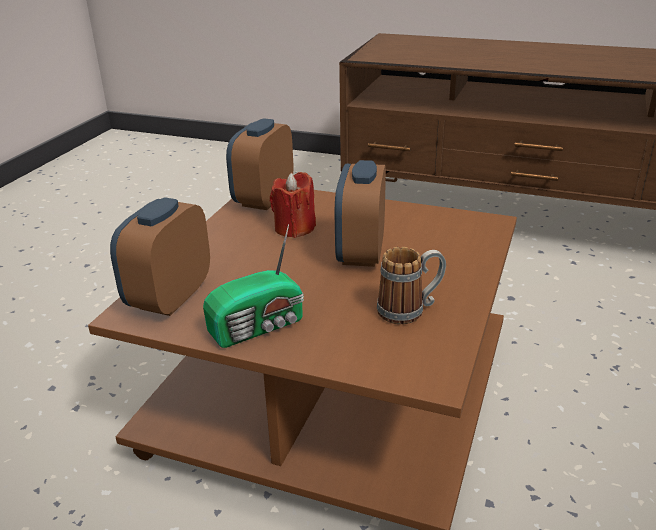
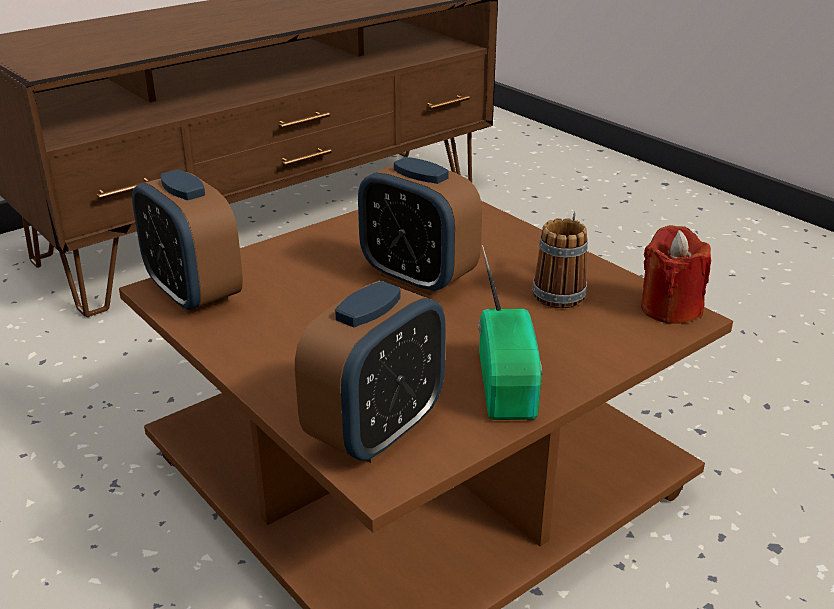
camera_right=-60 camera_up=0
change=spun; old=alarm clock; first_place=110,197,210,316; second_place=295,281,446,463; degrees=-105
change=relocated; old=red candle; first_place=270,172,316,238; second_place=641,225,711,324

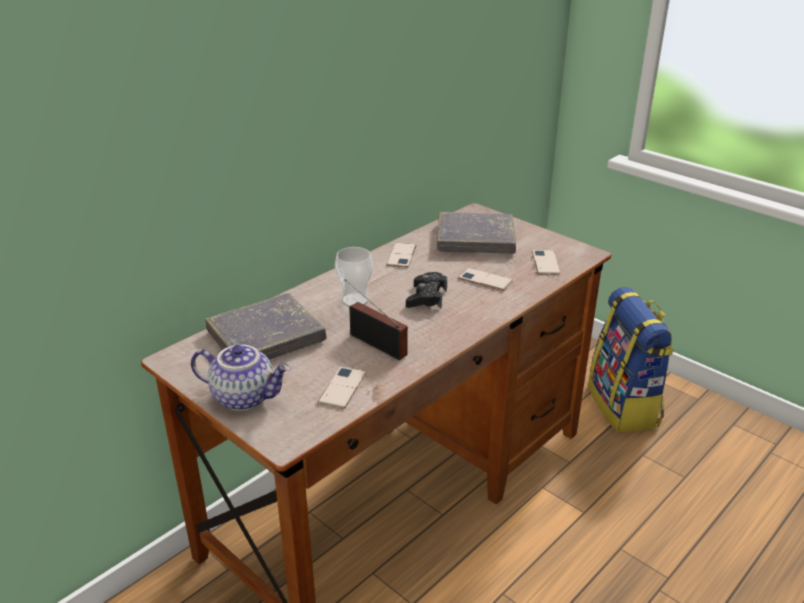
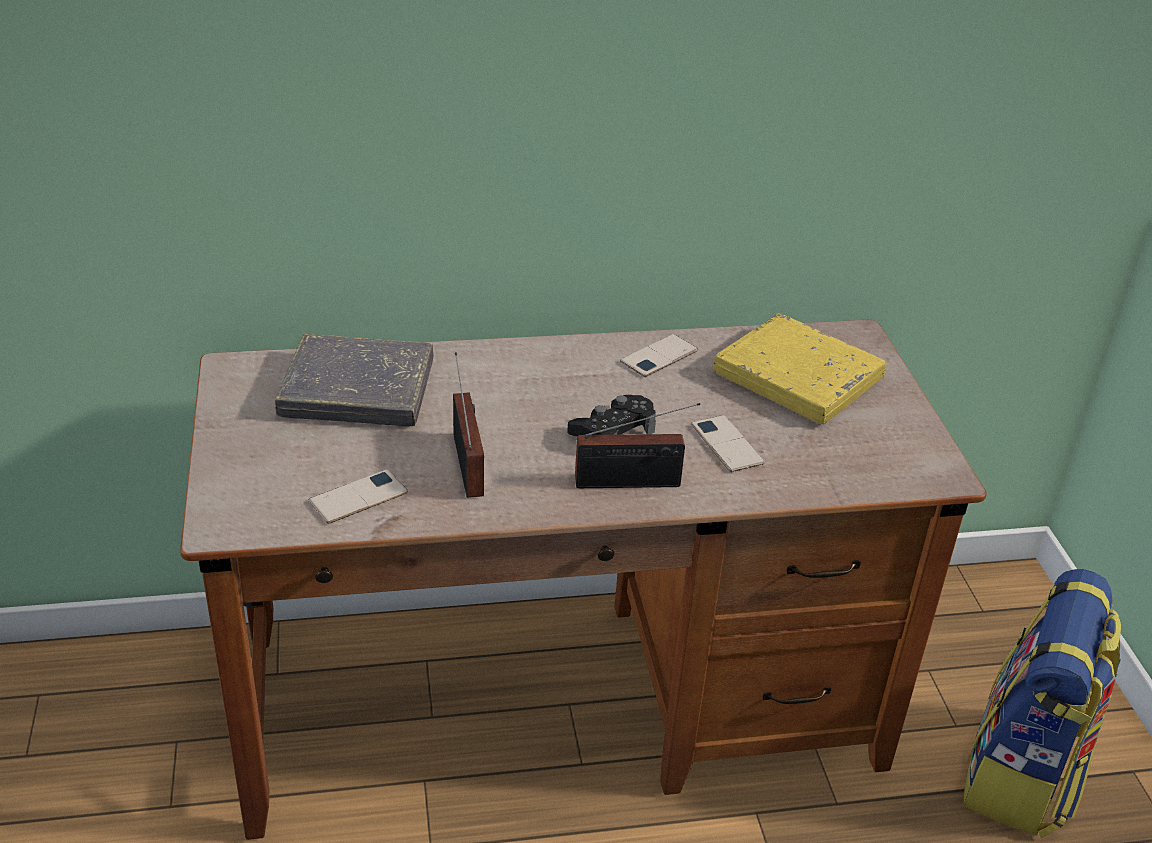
camera_right=35 camera_up=5
change=appeared; new=radio; second_place=575,403,700,488
change=colour; old=grey book; new=yellow book; first_place=437,212,516,254; second_place=713,313,887,424
change=missing; old=teapot; first_place=191,345,291,411
change=missing; old=cup; first_place=335,247,373,307
change=missing; old=phone; first_place=532,250,560,274

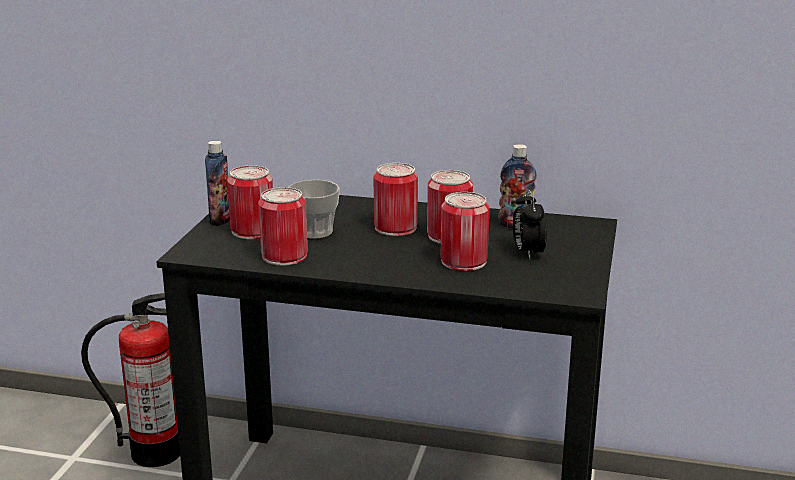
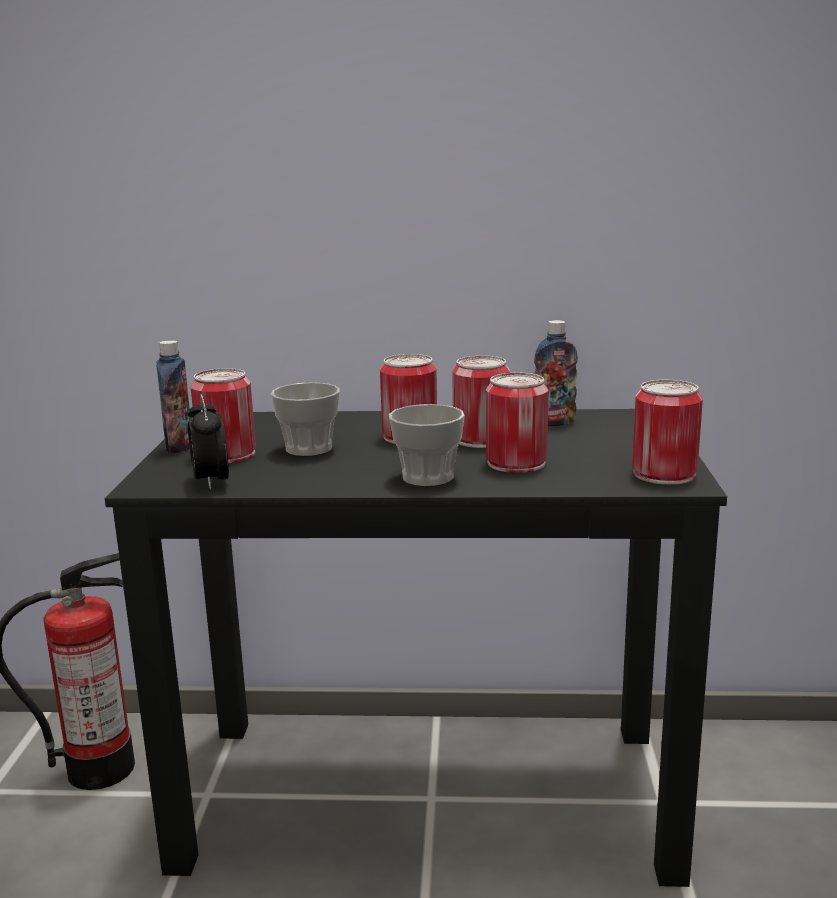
camera_right=-10 camera_up=-5
change=relocated; old=alarm clock; first_place=513,189,547,260; second_place=188,394,229,490
change=appeared; new=cup; second_place=389,404,465,486
change=relocated; old=can; first_place=258,187,308,265; second_place=632,380,703,485

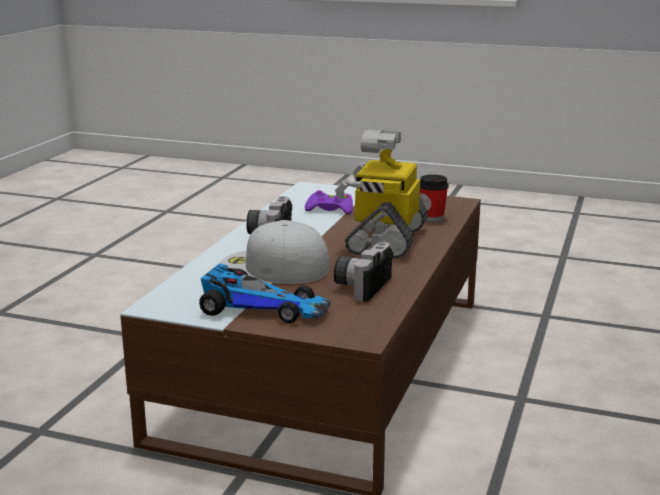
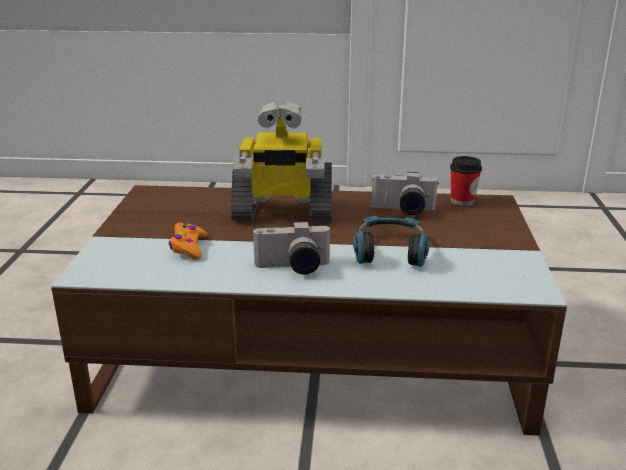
camera_right=-105 camera_up=5
change=colour; old=purple game controller; new=orange game controller; first_place=305,190,353,214; second_place=169,222,207,260
change=exchanged; old=white cap; new=headphones; first_place=220,220,329,284; second_place=353,216,430,267
change=relocated; old=cup; first_place=420,174,449,222; second_place=450,156,482,206
change=missing; old=toy car; first_place=199,263,331,323

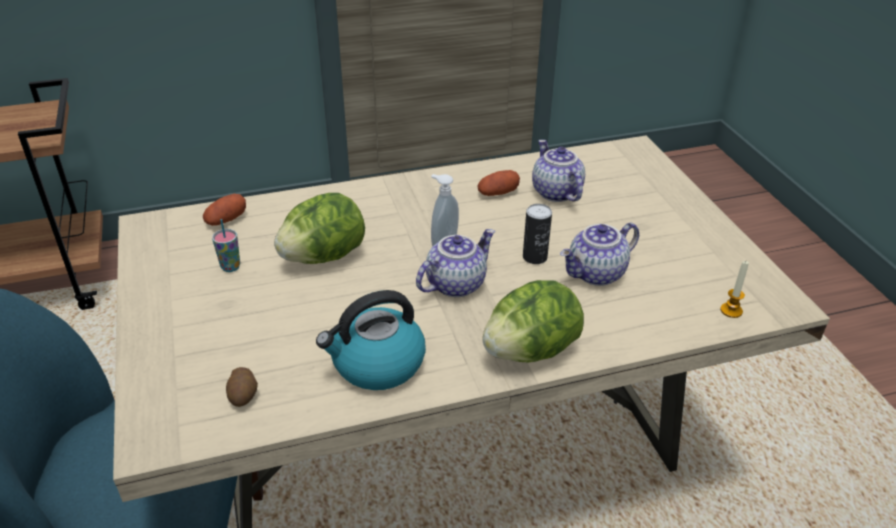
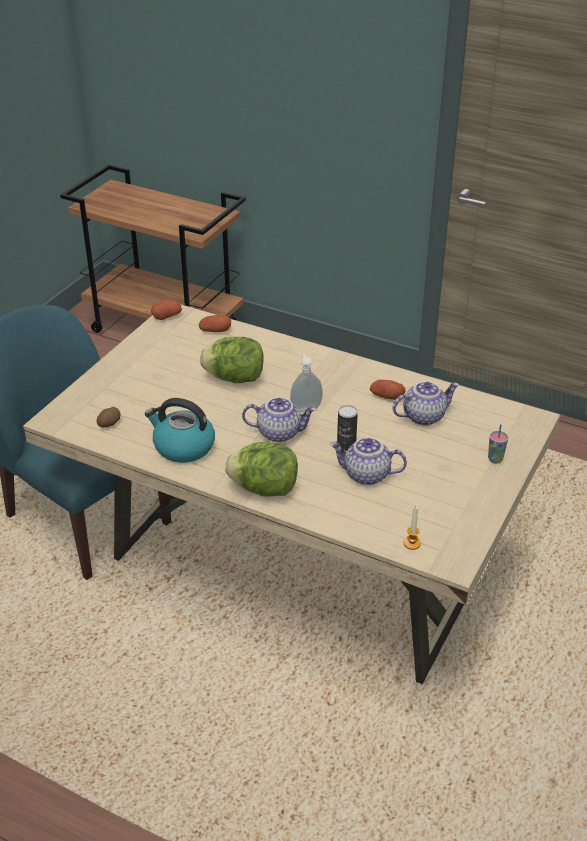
camera_right=45 camera_up=0
change=appeared; new=potato; second_place=151,300,182,320
change=spun; old=teapot; first_place=532,140,585,202; second_place=393,381,459,426; degrees=45
change=relocated; old=cup; first_place=212,219,240,272; second_place=488,424,508,464

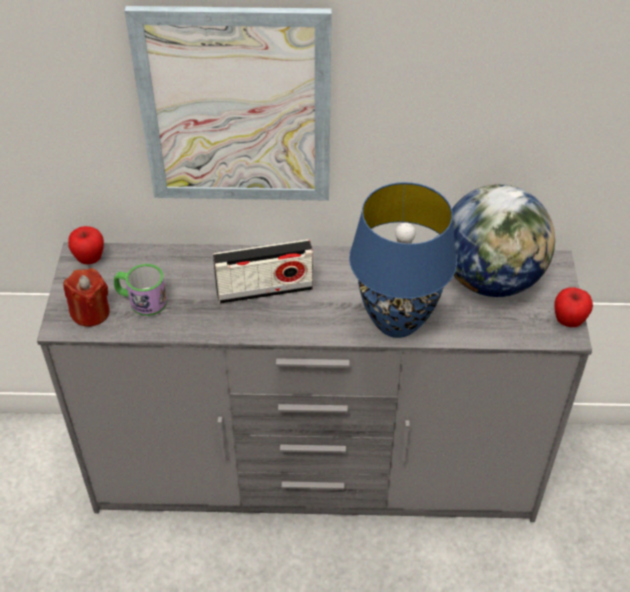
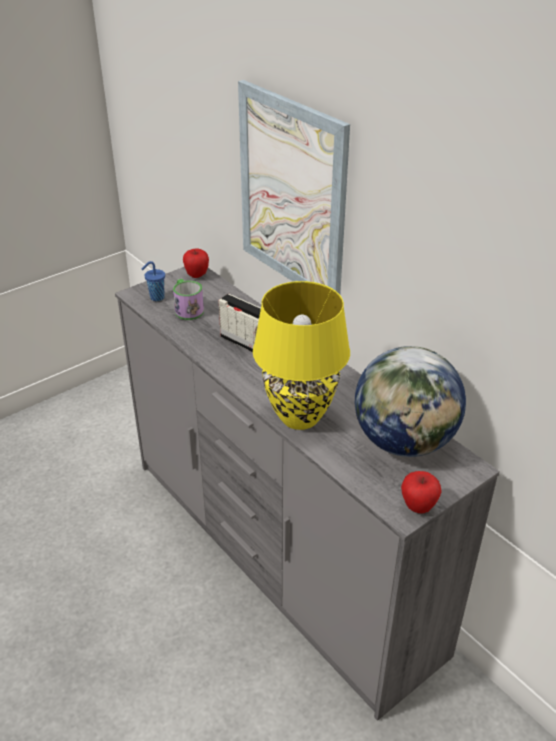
camera_right=50 camera_up=-10
change=exchanged; old=red candle; new=blue cup; first_place=63,268,110,327; second_place=142,261,165,301
change=colour; old=blue table lamp; new=yellow table lamp; first_place=349,182,457,338; second_place=253,281,350,430

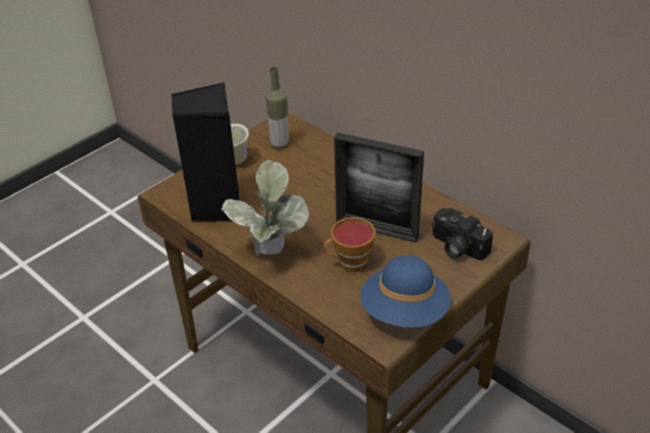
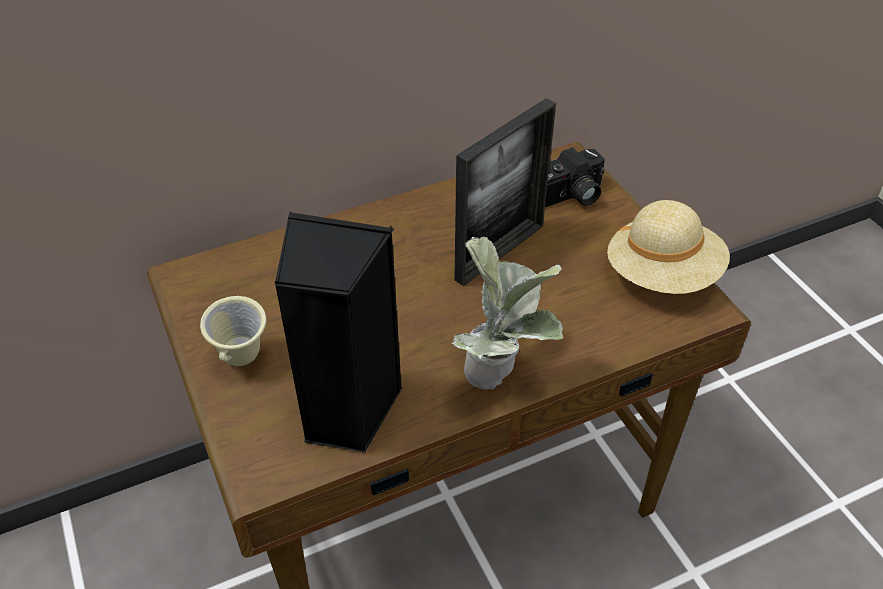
camera_right=-70 camera_up=5
change=colour; old=blue hat; new=beige hat; first_place=361,255,451,328; second_place=607,200,730,294
change=missing; old=bottle; first_place=266,67,289,149
change=missing; old=cup; first_place=324,217,376,272

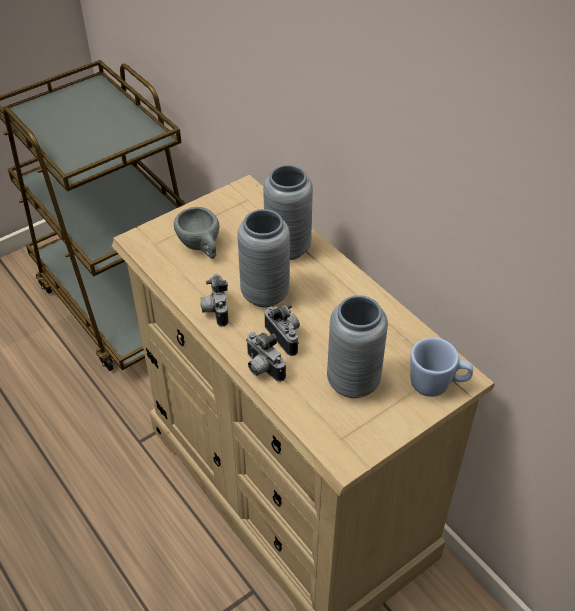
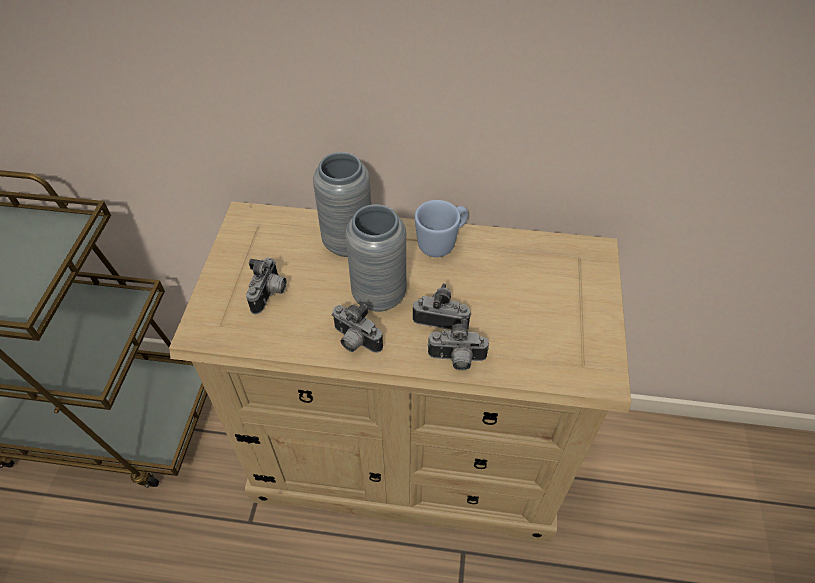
camera_right=-45 camera_up=5
change=exchanged; old=grey cup; new=photo camera; first_place=174,207,219,259; second_place=246,257,287,314
change=relocated; old=blue mug; first_place=410,338,473,397; second_place=415,200,468,257
change=missing; old=grey vase; first_place=327,295,388,398

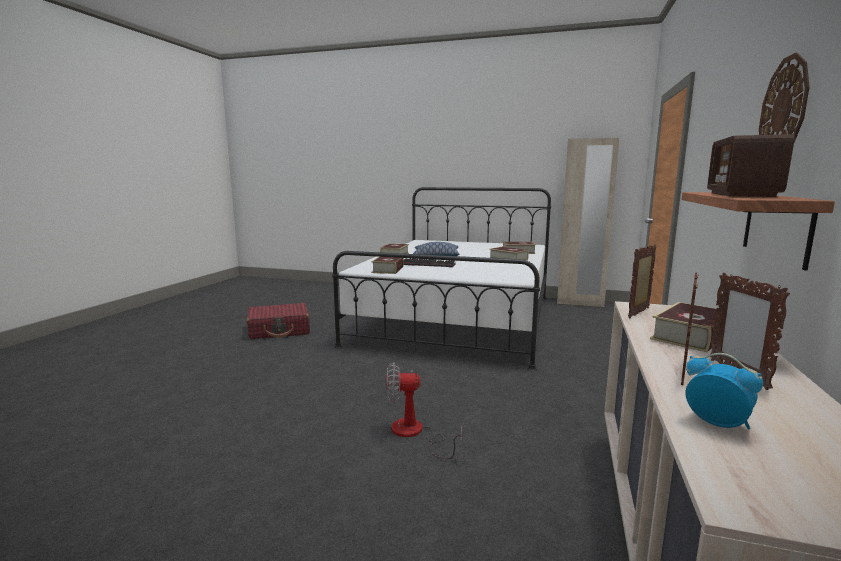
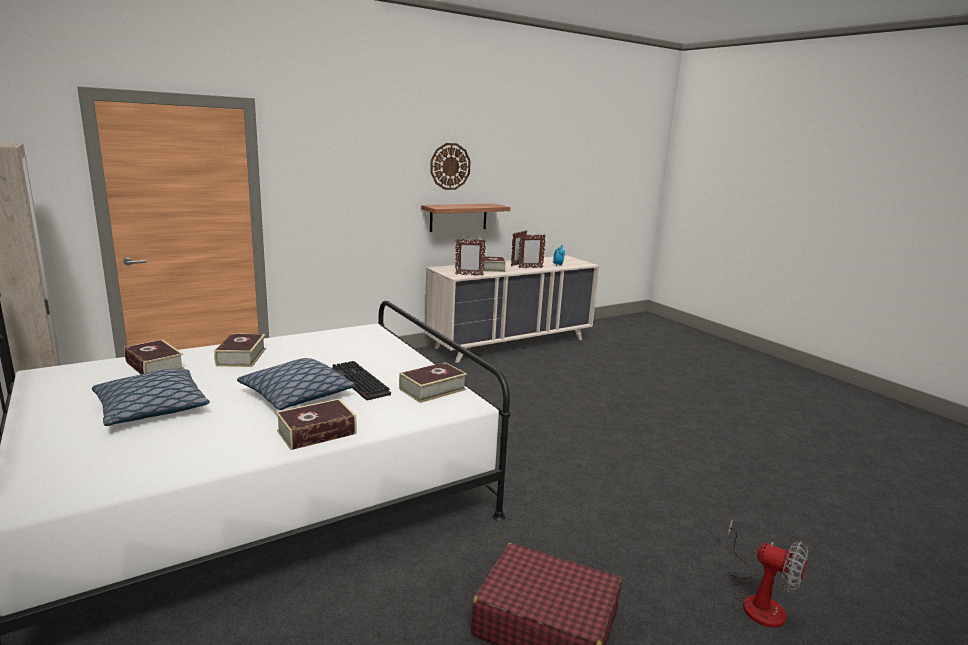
camera_right=-140 camera_up=5
change=appeared; new=pillow; second_place=92,369,210,426
change=relocated; old=fan; first_place=386,362,463,459; second_place=726,519,809,628
change=missing; old=radio; first_place=707,134,795,197

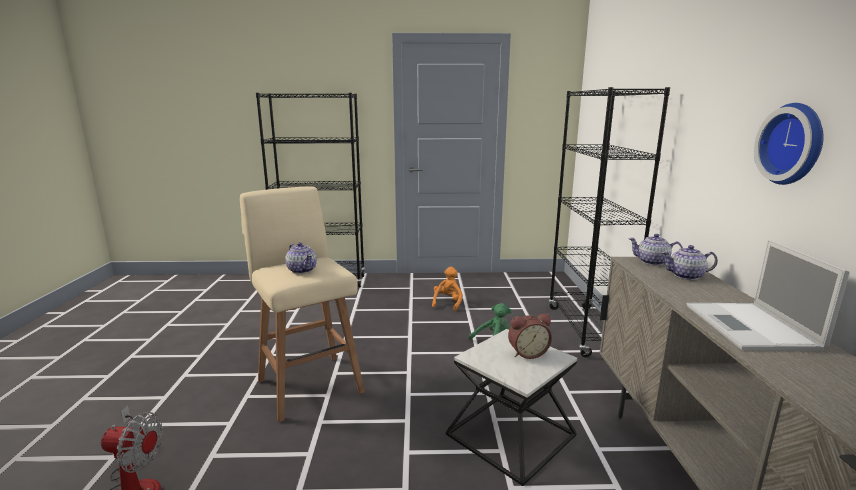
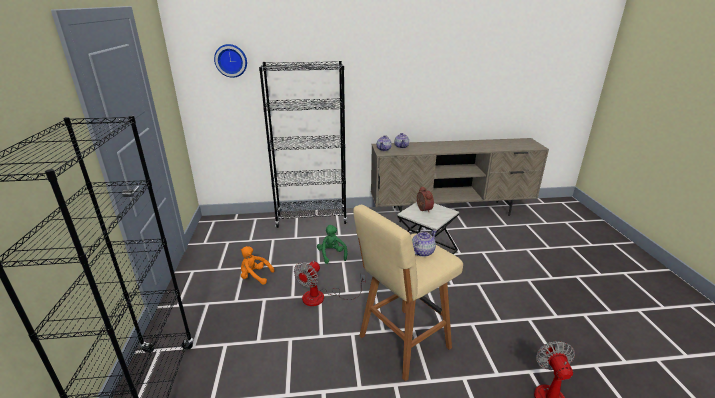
camera_right=-95 camera_up=10
change=relocated; old=wall clock; first_place=754,103,824,185; second_place=214,44,247,78
change=appeared; new=fan; second_place=294,261,366,306
change=missing; old=laptop; first_place=687,239,850,351

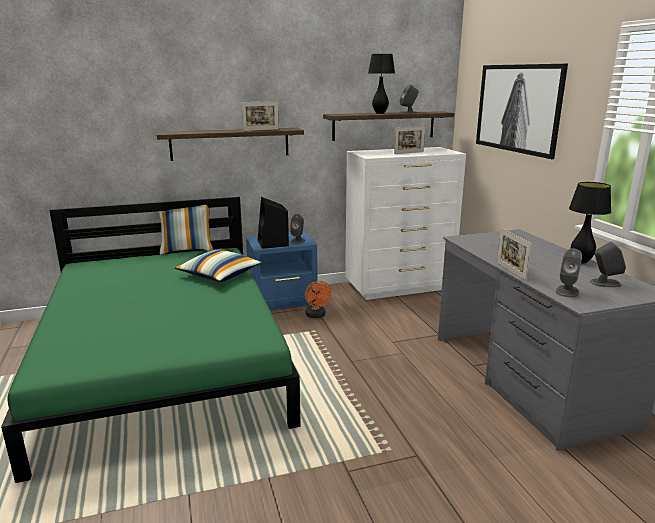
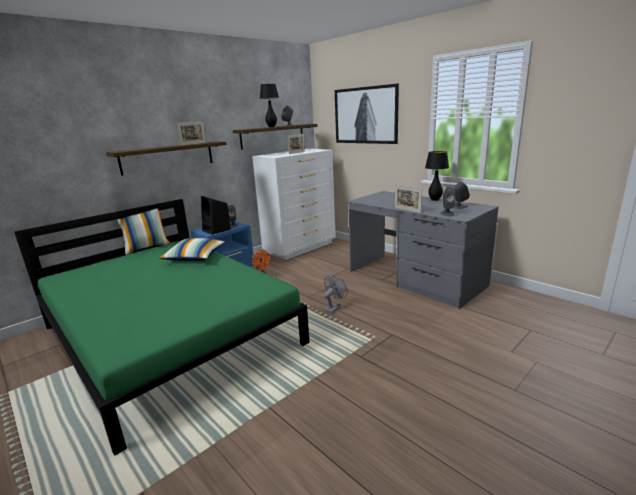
camera_right=-25 camera_up=0
change=appeared; new=grey fan; second_place=324,274,348,313

